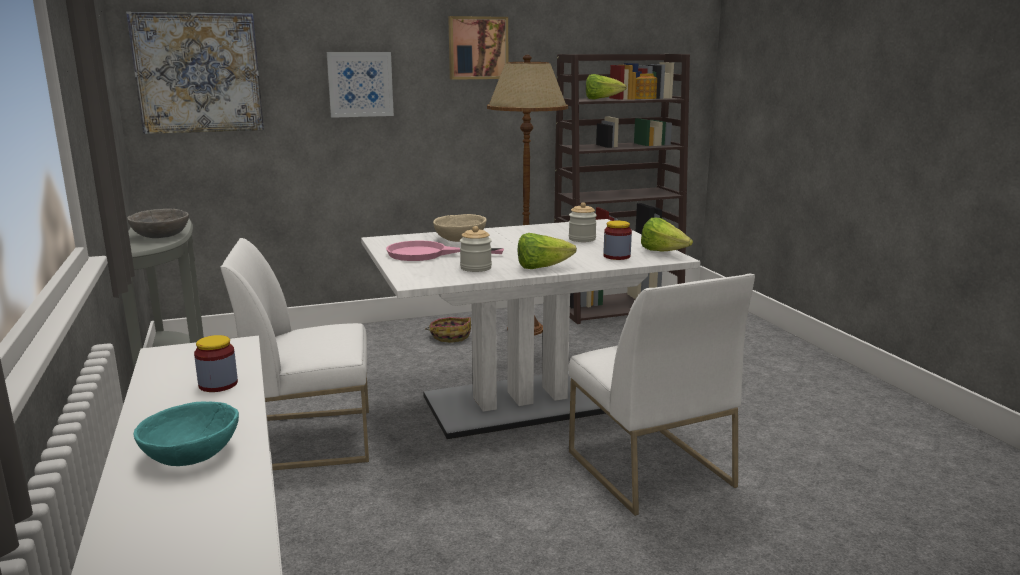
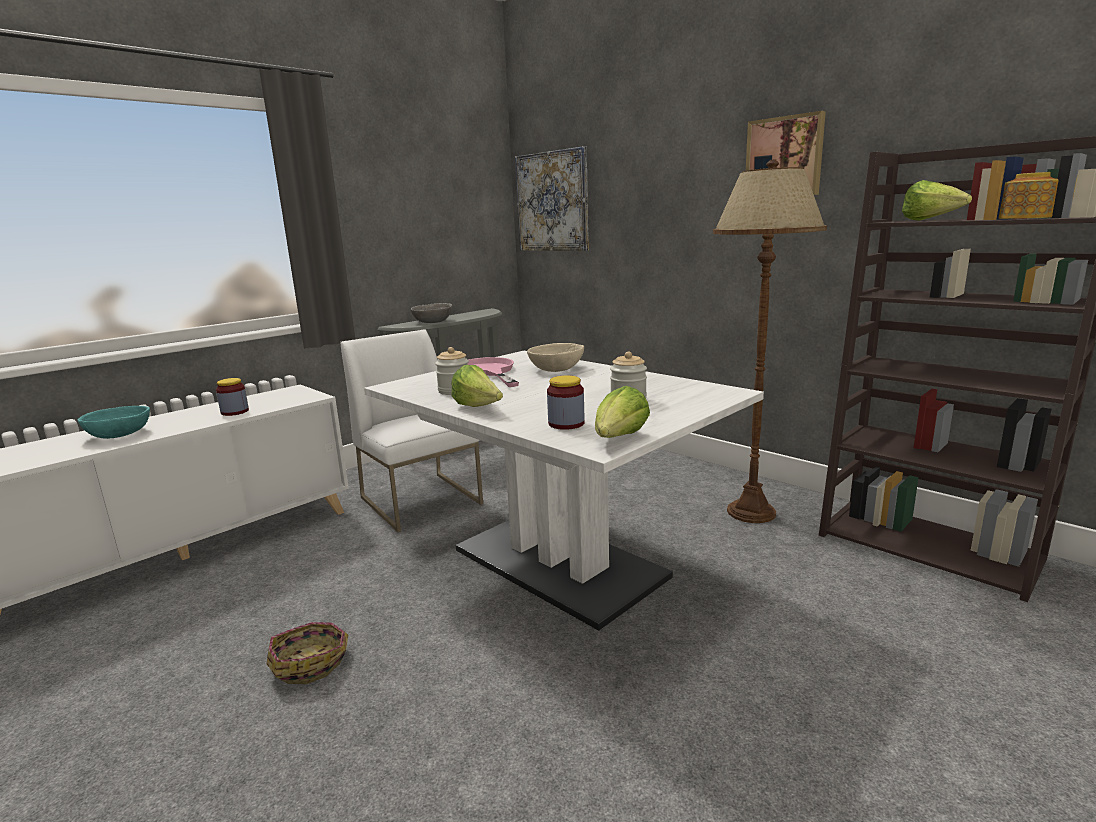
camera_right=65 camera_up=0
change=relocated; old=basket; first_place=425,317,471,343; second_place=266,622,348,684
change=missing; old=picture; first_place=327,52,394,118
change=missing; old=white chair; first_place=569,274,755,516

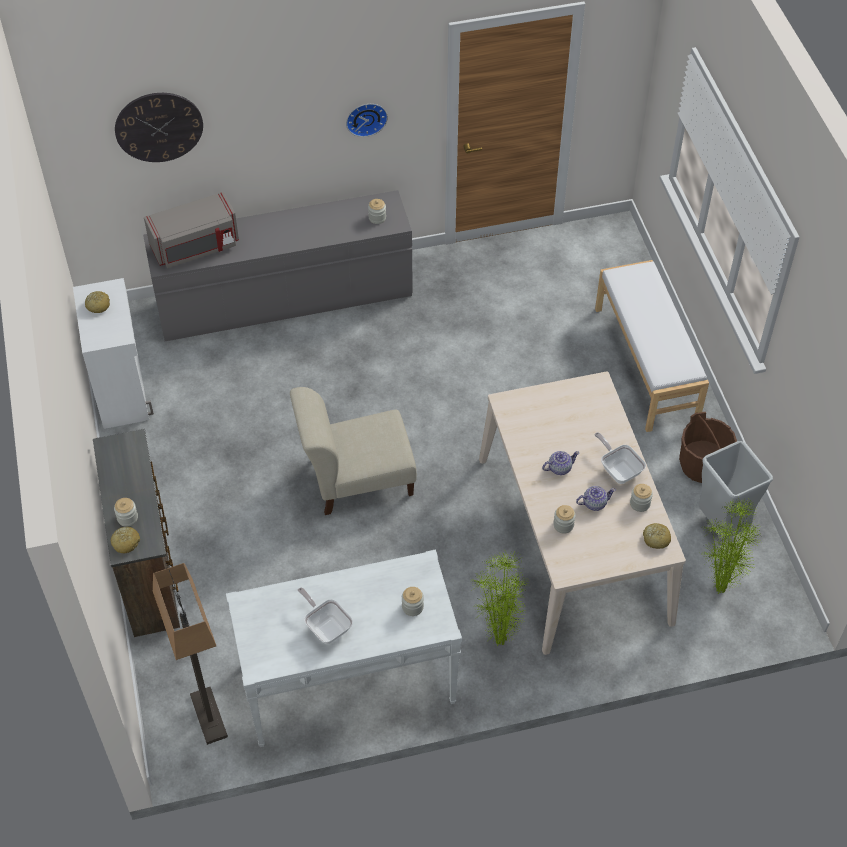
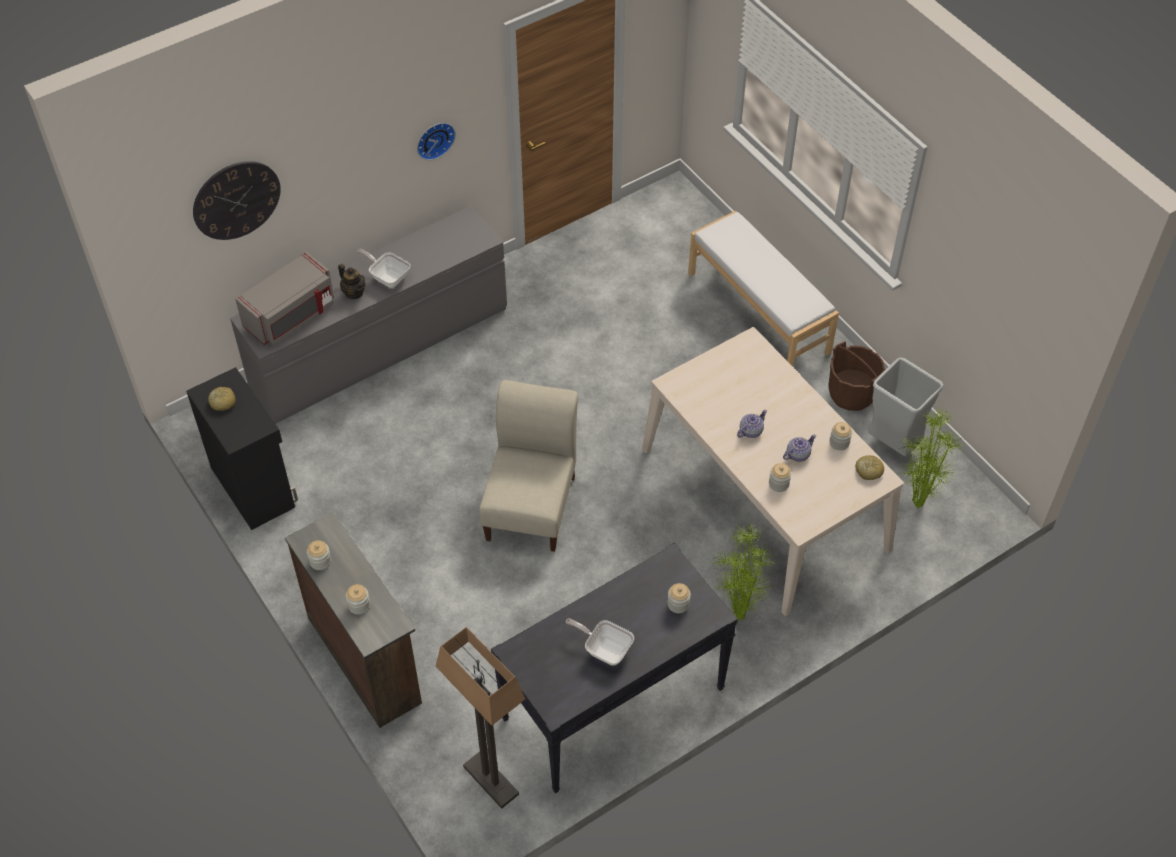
camera_right=-20 camera_up=0
change=colour; old=white cabinet; new=black cabinet; first_place=73,278,154,429; second_place=186,367,298,530
change=relocated; old=jar; first_place=368,199,386,224; second_place=307,540,331,570
change=appeared; new=teapot; second_place=338,264,365,299
change=relocated; old=frying pan; first_place=594,432,646,484; second_place=357,249,411,288
change=spun; old=beige chair; first_place=290,387,417,515; second_place=479,380,578,552; degrees=135
change=colour; old=white console table; new=black console table; first_place=226,549,462,747; second_place=491,543,738,793
change=missing; old=bread; first_place=111,527,140,553

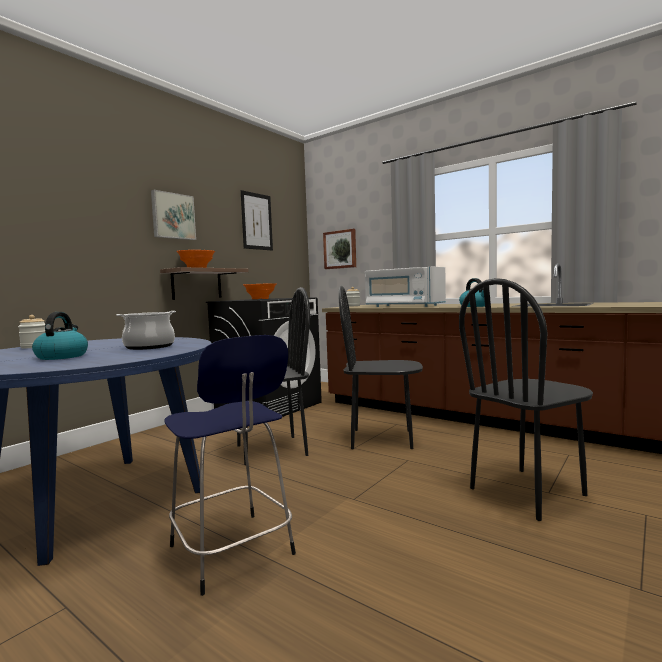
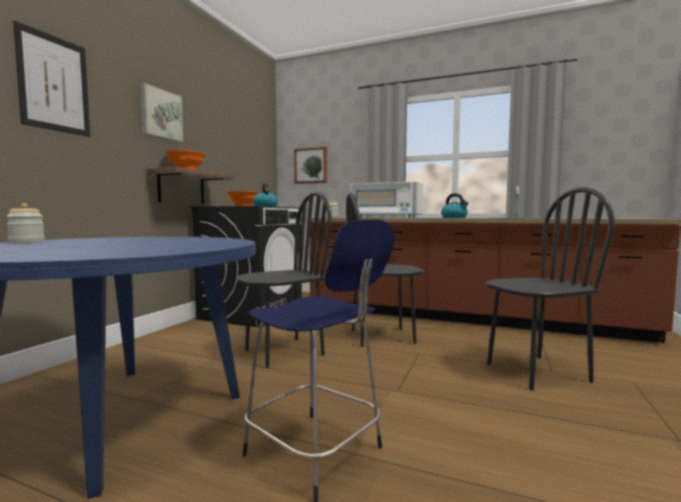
camera_right=-15 camera_up=0
change=relocated; old=picture; first_place=241,190,273,250; second_place=13,20,90,137
change=relocated; old=kettle; first_place=32,312,88,360; second_place=253,183,278,207
change=spun; old=black chair; first_place=459,278,593,521; second_place=486,187,615,391; degrees=-150
change=missing; old=cooking pot; first_place=116,311,176,350

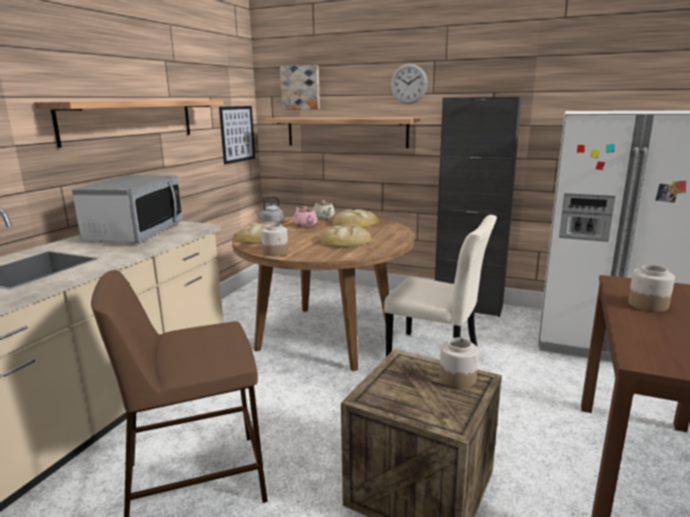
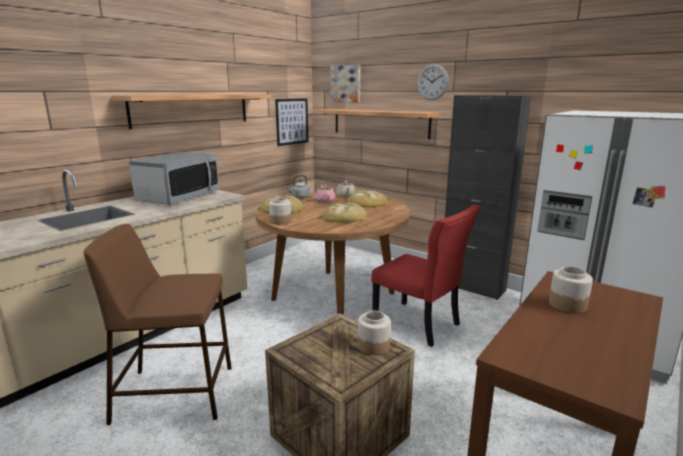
camera_right=15 camera_up=0
change=colour; old=beige chair; new=red chair; first_place=384,215,497,356; second_place=371,205,480,347

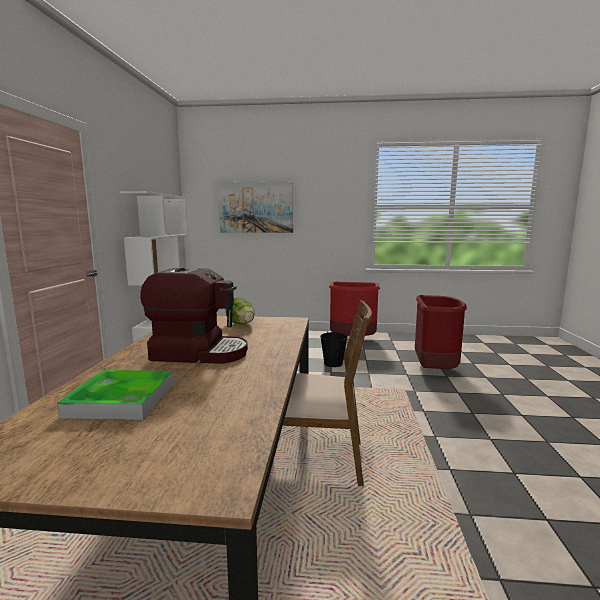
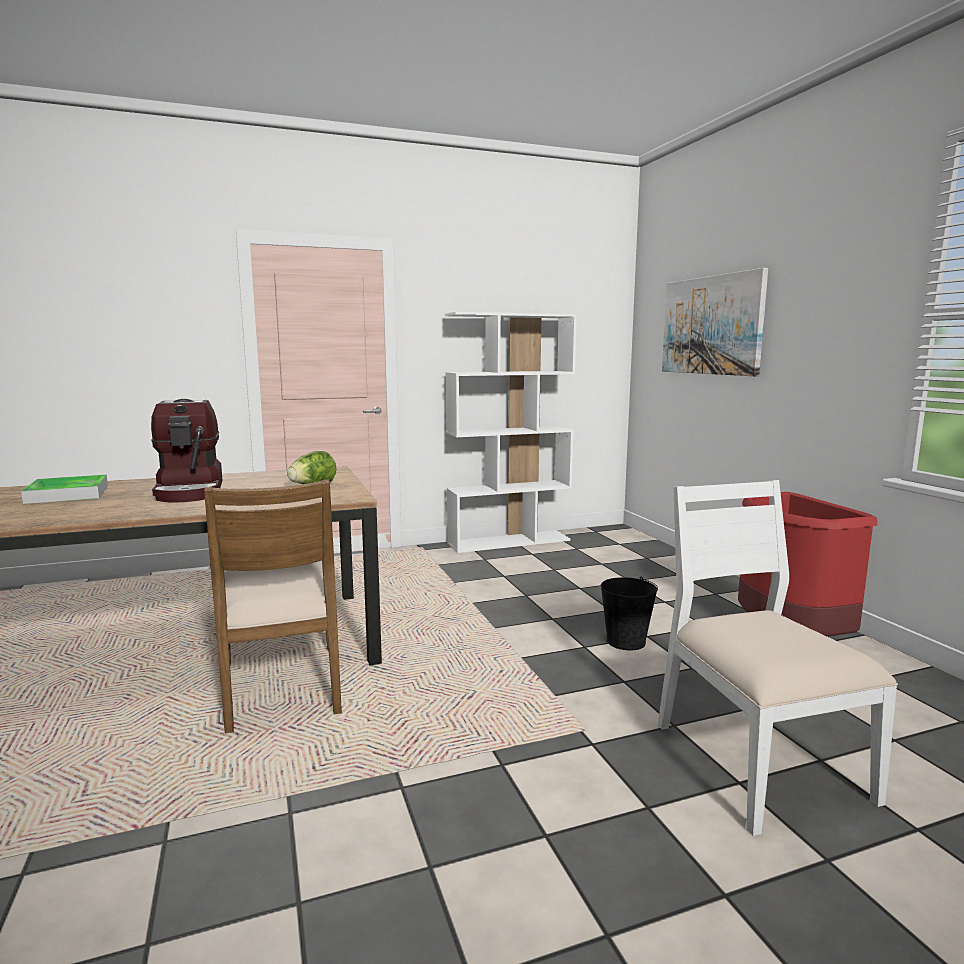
camera_right=65 camera_up=0
change=exchanged; old=red trash can; new=white chair; first_place=415,295,467,369; second_place=658,480,898,836

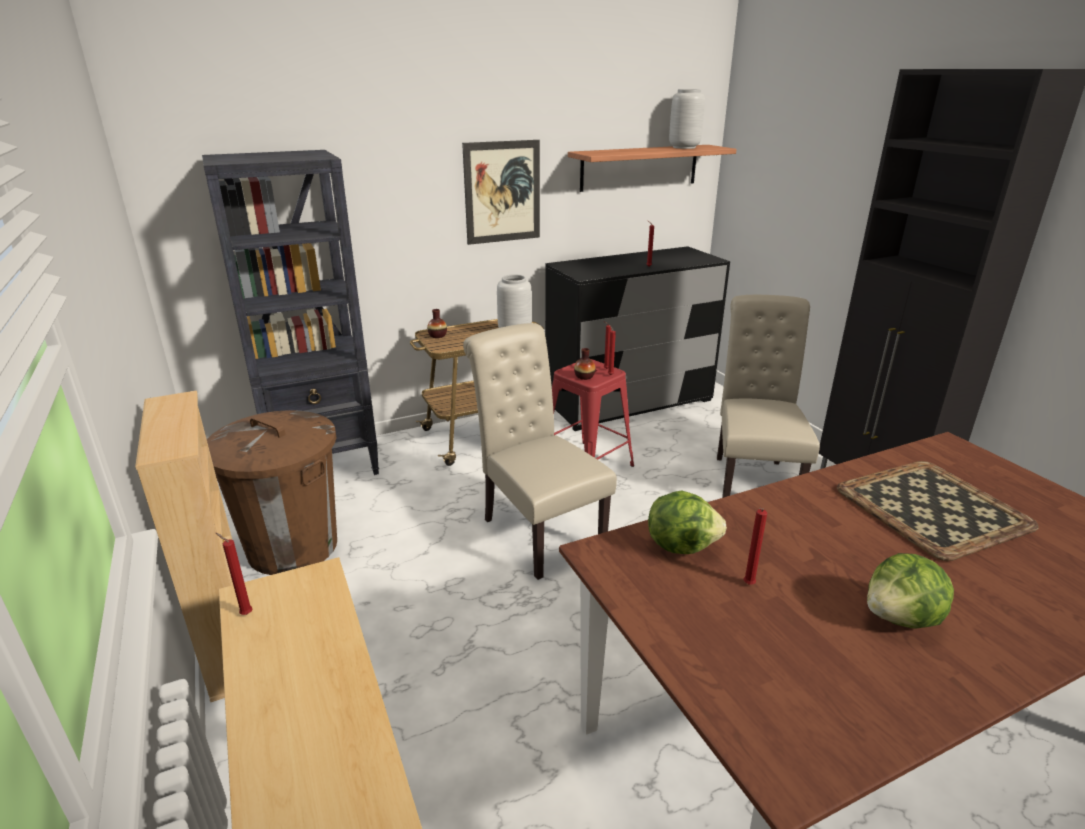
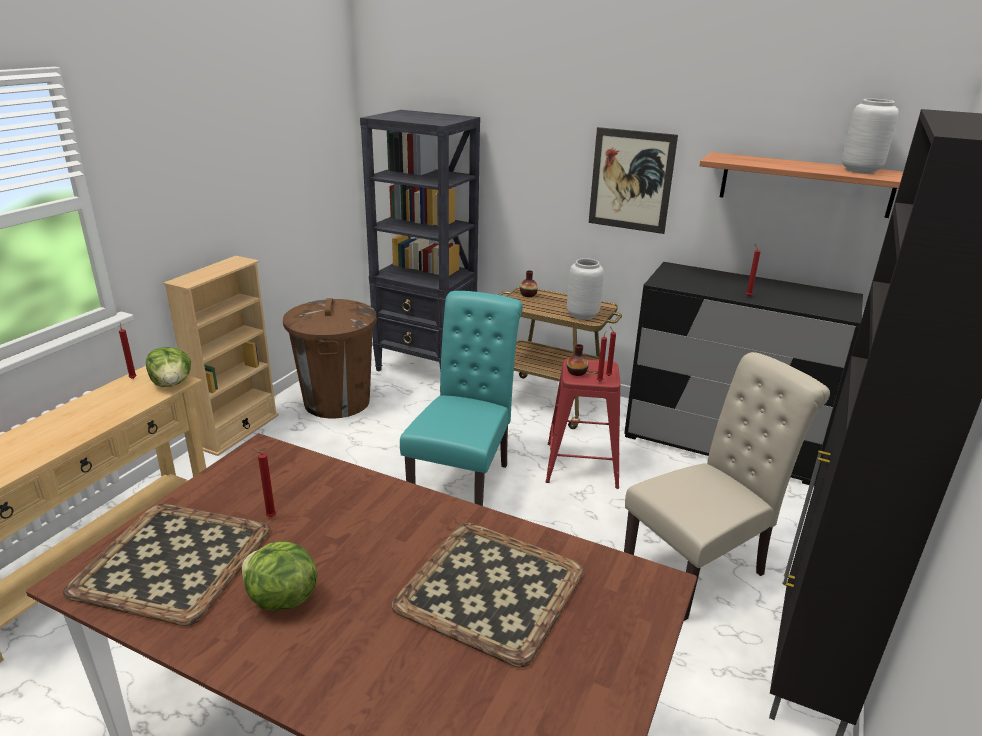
camera_right=50 camera_up=0
change=appeared; new=tray; second_place=63,504,270,626
change=relocated; old=lettuce; first_place=648,491,727,554; second_place=146,347,191,387
change=colour; old=beige chair; new=turquoise chair; first_place=463,323,617,580; second_place=400,291,523,506

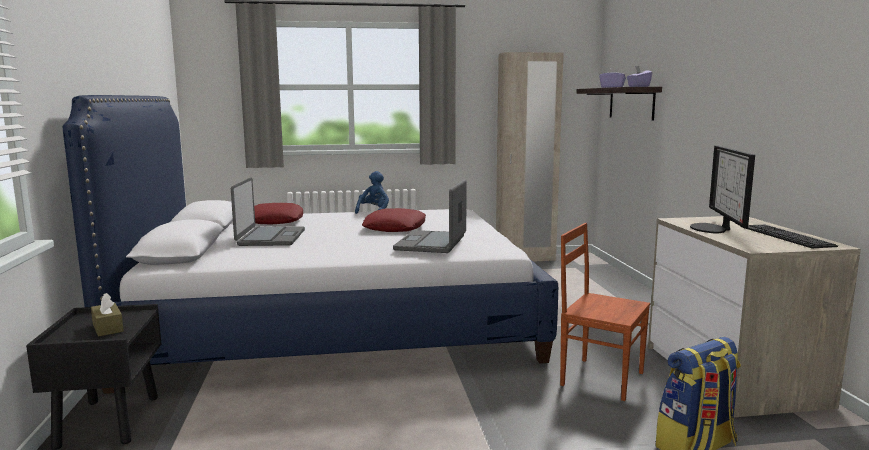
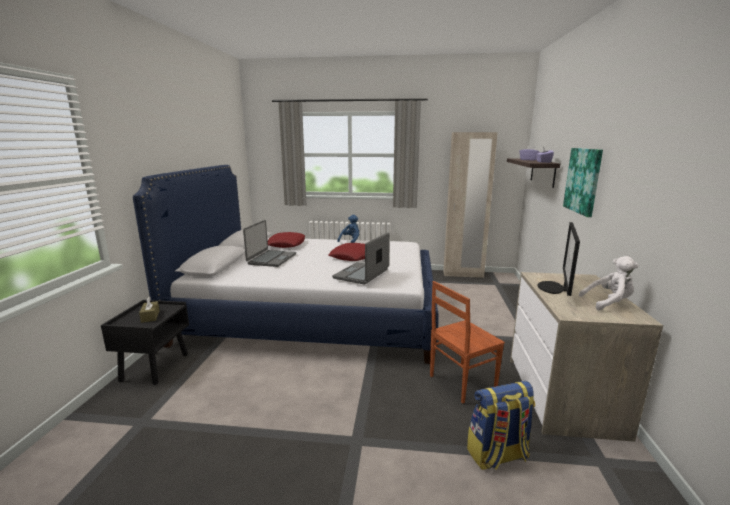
camera_right=15 camera_up=5
change=spun; old=brown chair; first_place=560,223,650,401; second_place=430,281,505,403; degrees=-75
change=appeared; new=picture; second_place=563,148,603,217
change=exchanged; old=keyboard; new=white plush toy; first_place=745,225,838,248; second_place=579,256,639,310

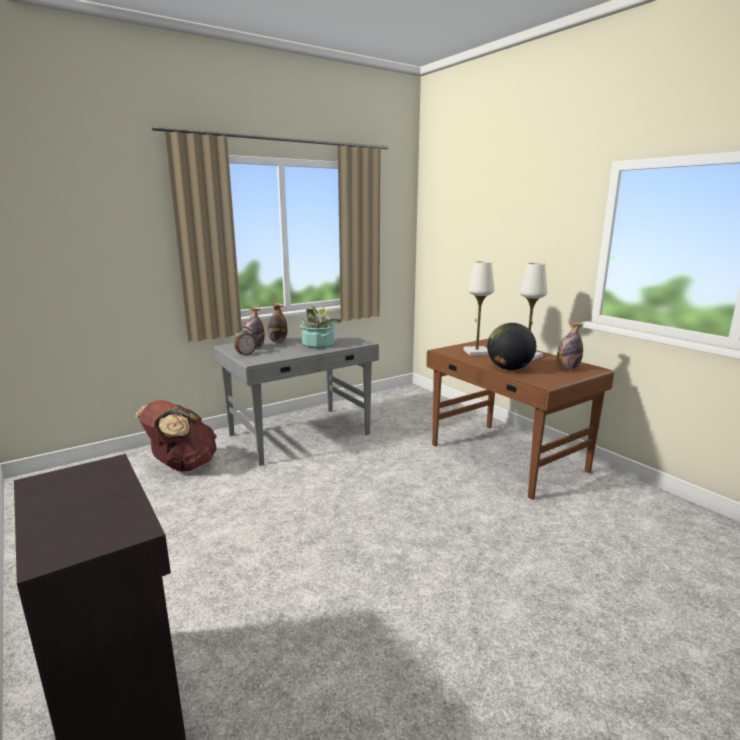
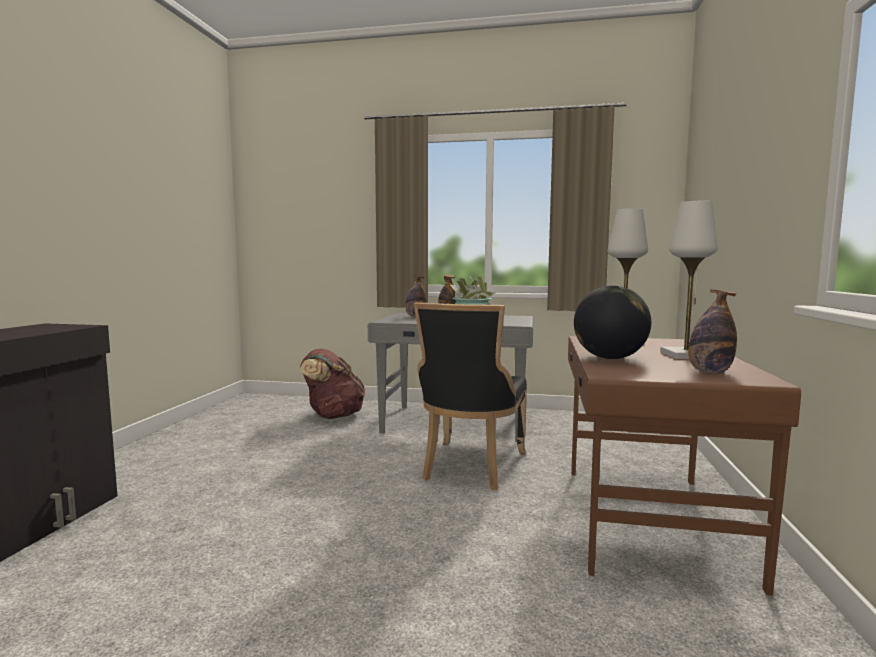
camera_right=45 camera_up=-10
change=appeared; new=black chair; second_place=414,302,527,490
change=missing; old=alarm clock; first_place=235,327,256,356

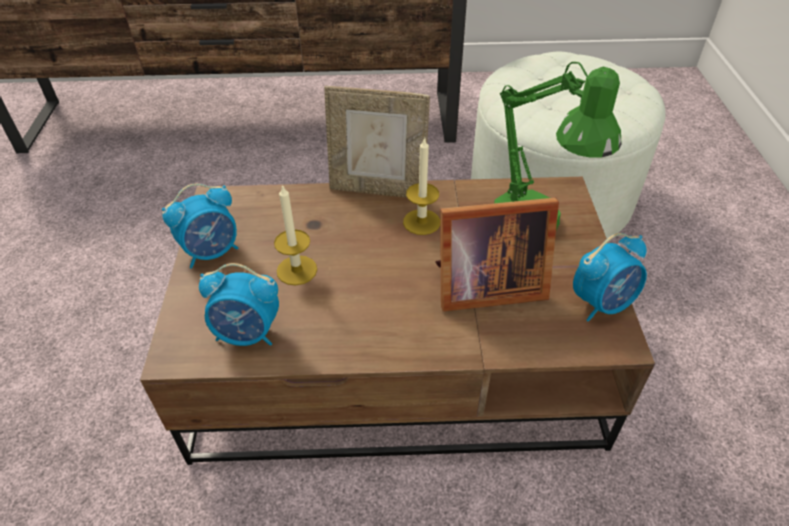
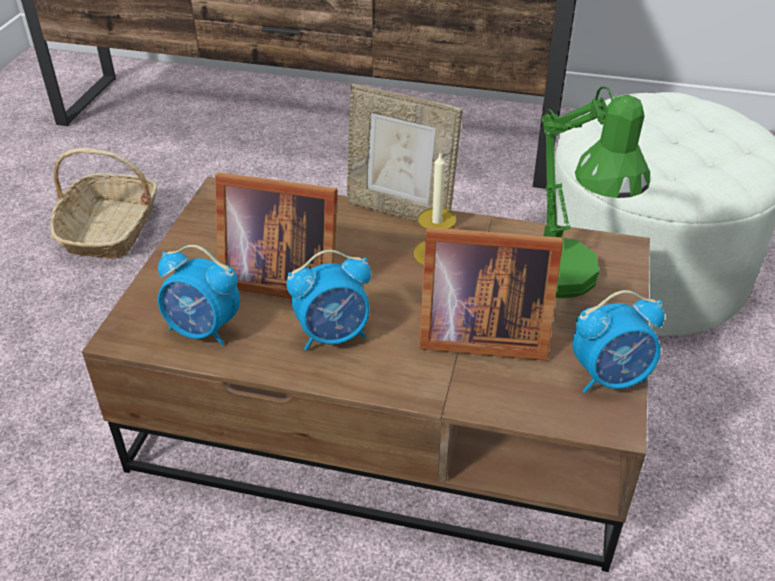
camera_right=15 camera_up=-5
change=appeared; new=basket; second_place=50,148,157,258
change=exchanged; old=candle; new=picture frame; first_place=274,184,317,286; second_place=215,172,338,299
change=relocated; old=alarm clock; first_place=162,184,238,269; second_place=286,250,371,351

